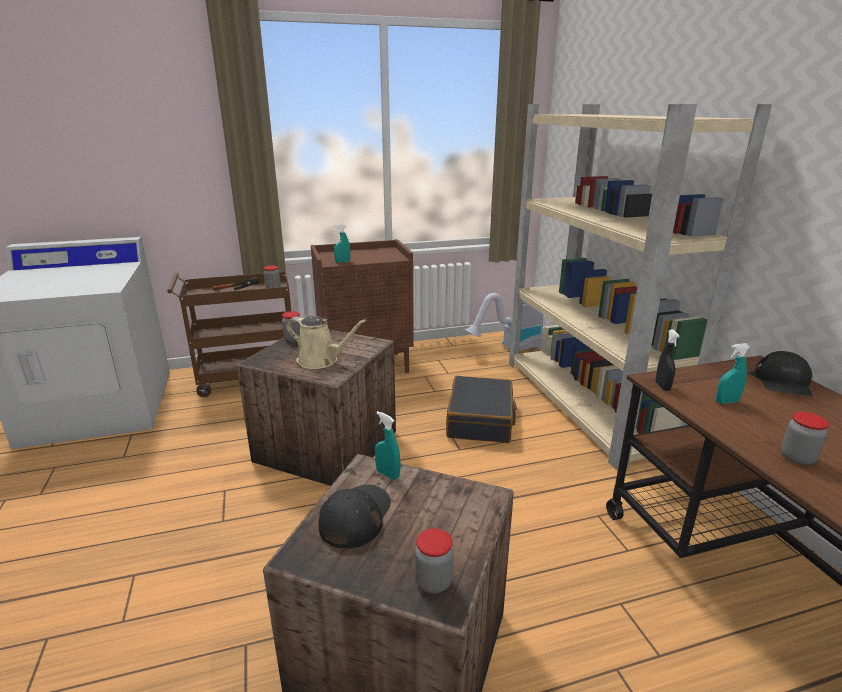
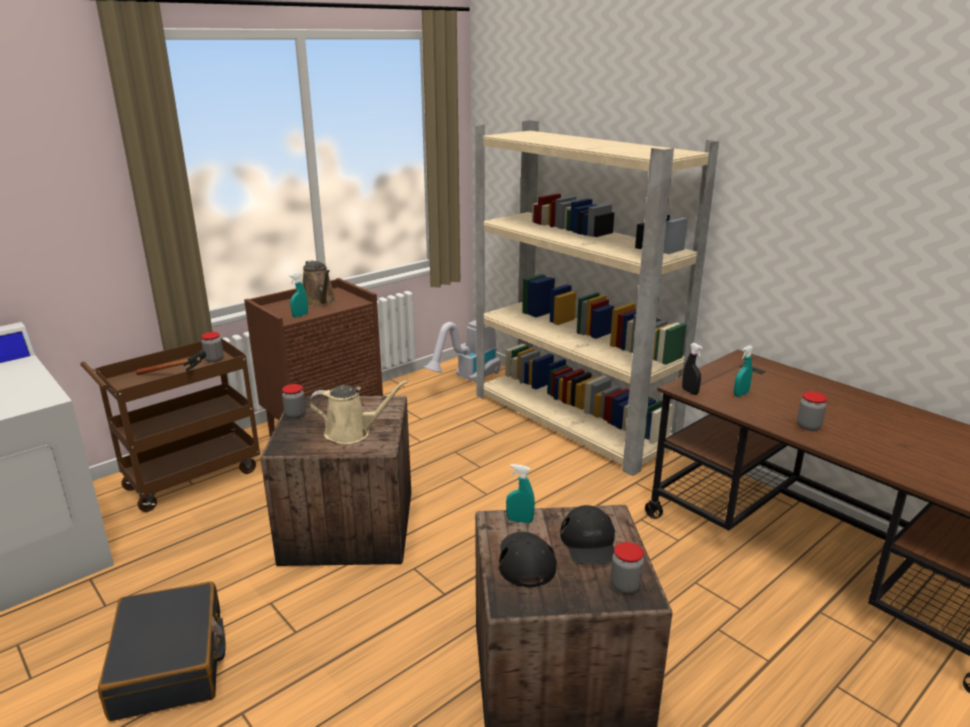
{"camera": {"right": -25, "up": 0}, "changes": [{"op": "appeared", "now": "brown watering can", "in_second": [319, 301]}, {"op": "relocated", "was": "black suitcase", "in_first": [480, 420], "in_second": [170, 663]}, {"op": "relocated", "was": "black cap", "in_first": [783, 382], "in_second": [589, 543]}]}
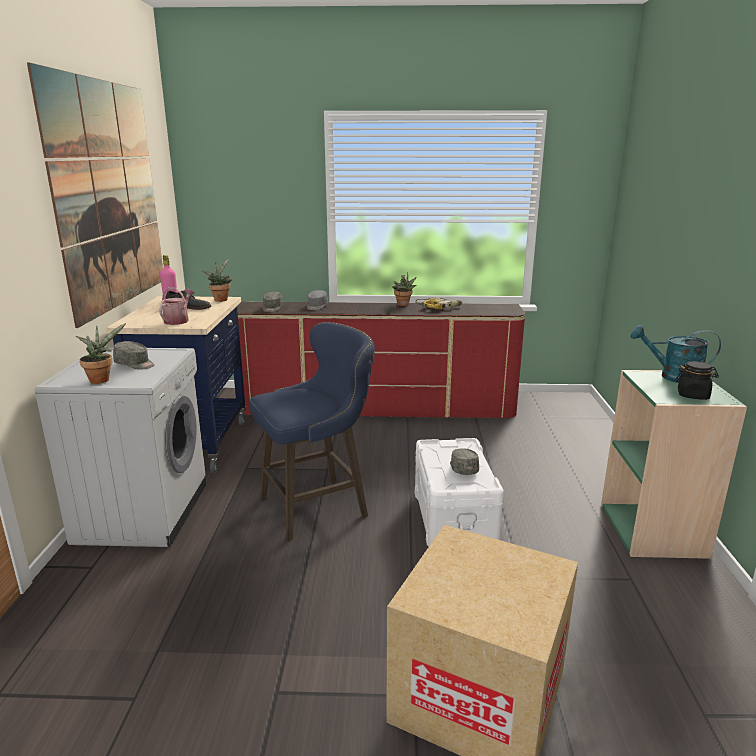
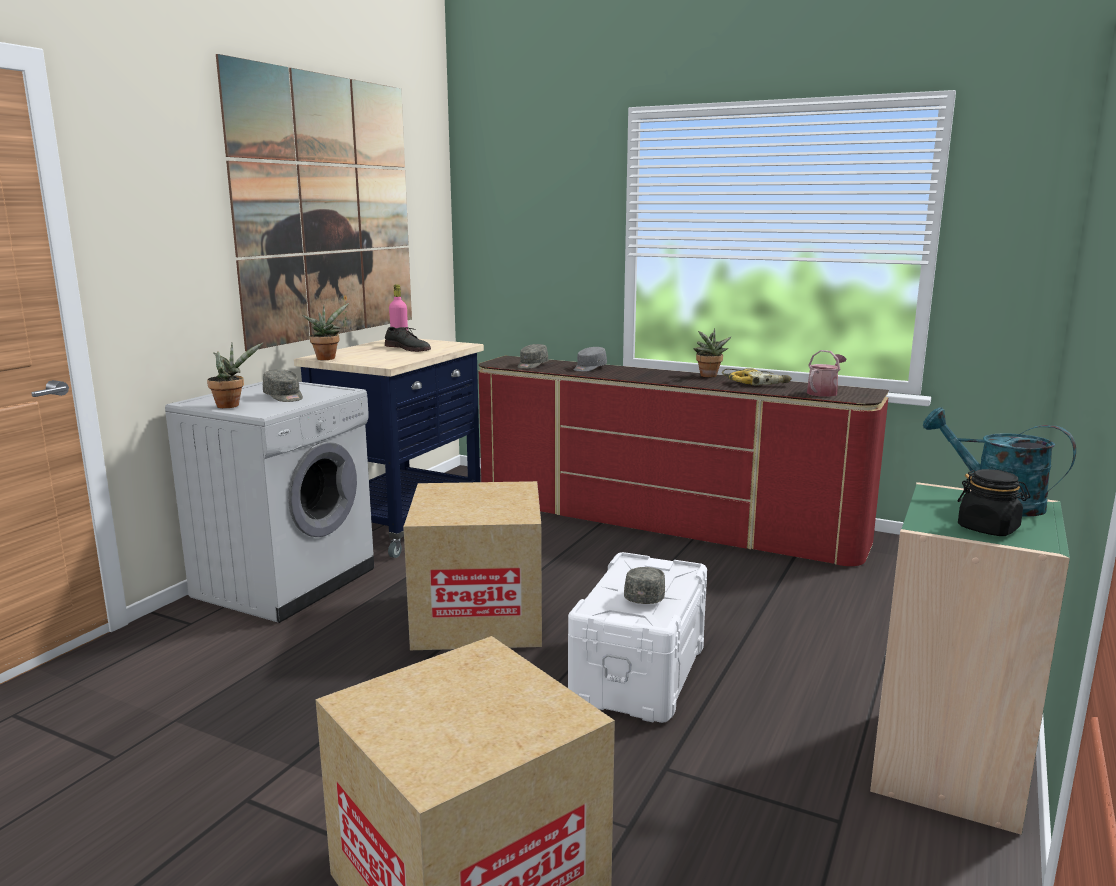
{"camera": {"right": 25, "up": -5}, "changes": [{"op": "relocated", "was": "watering can", "in_first": [178, 320], "in_second": [824, 392]}, {"op": "relocated", "was": "potted plant", "in_first": [221, 299], "in_second": [327, 358]}, {"op": "exchanged", "was": "blue stool", "now": "cardboard box", "in_first": [318, 505], "in_second": [478, 618]}]}
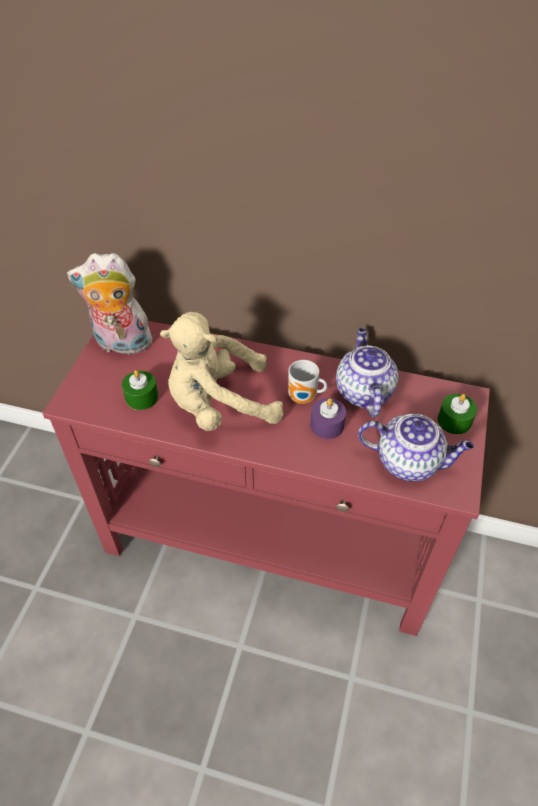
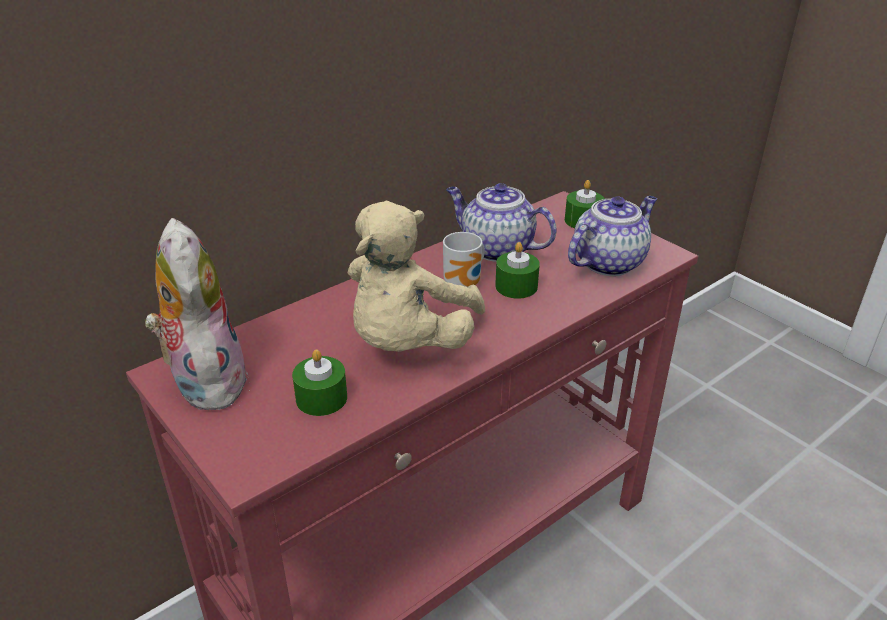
{"camera": {"right": -55, "up": -15}, "changes": [{"op": "colour", "was": "purple candle", "now": "green candle", "in_first": [327, 425], "in_second": [516, 286]}, {"op": "spun", "was": "plush toy", "in_first": [121, 344], "in_second": [205, 381], "clockwise": 120}]}
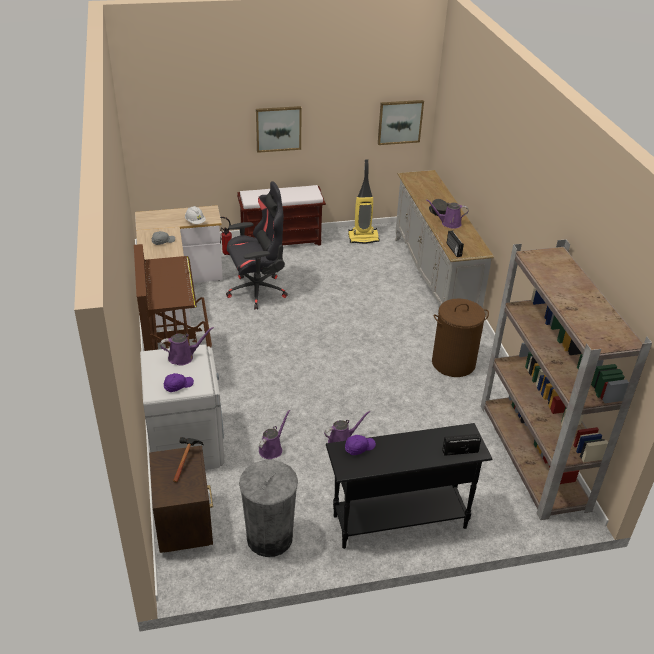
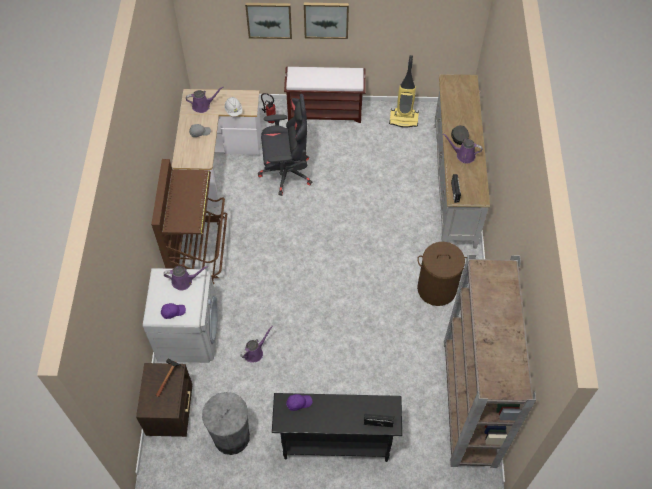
{"camera": {"right": 15, "up": 20}, "changes": [{"op": "relocated", "was": "purple watering can", "in_first": [342, 441], "in_second": [203, 106]}, {"op": "relocated", "was": "picture", "in_first": [400, 122], "in_second": [269, 20]}]}
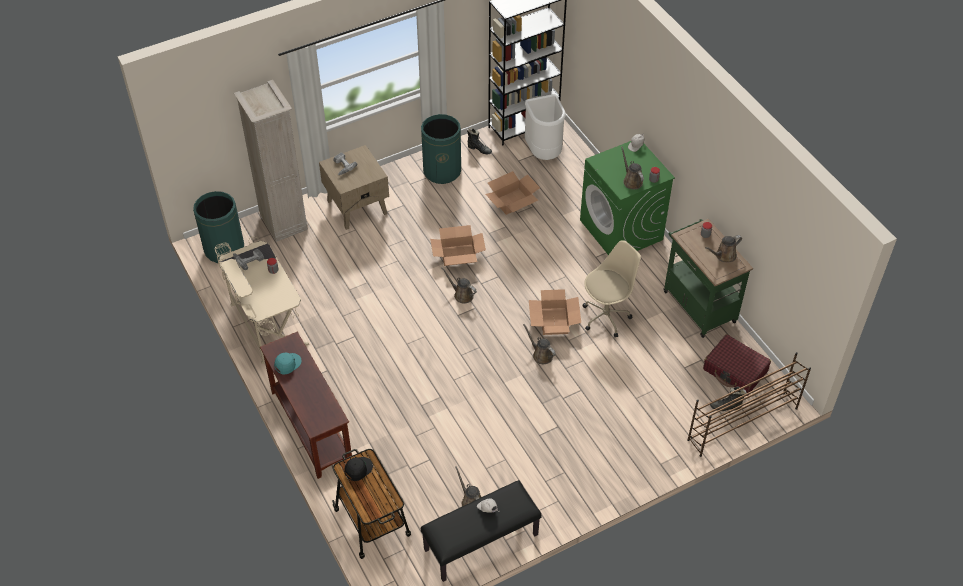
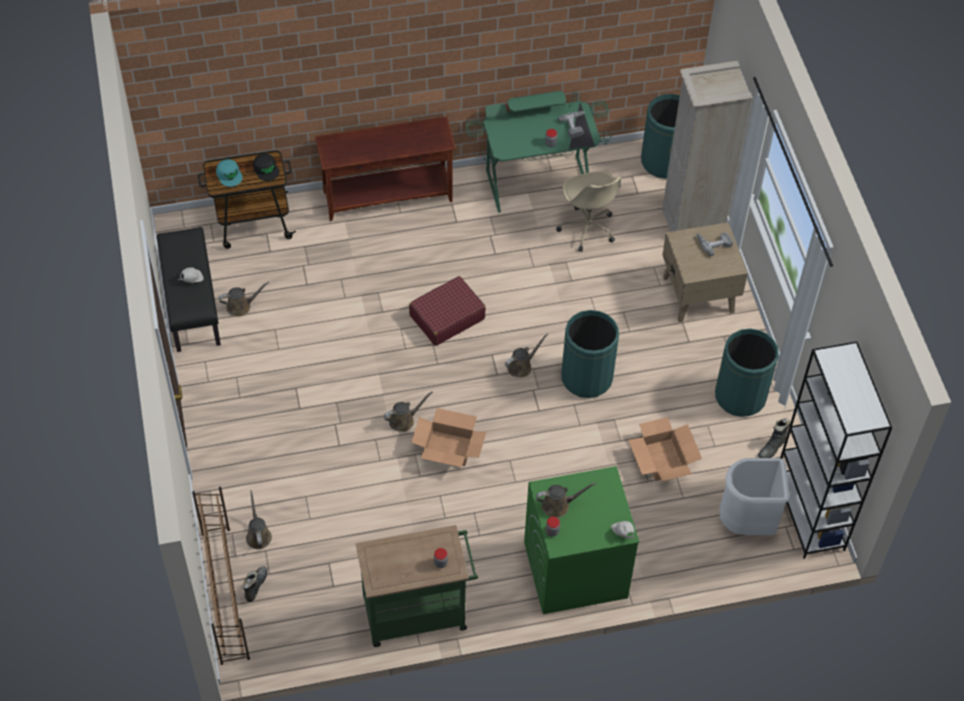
{"camera": {"right": 105, "up": 5}, "changes": [{"op": "relocated", "was": "turquoise cap", "in_first": [287, 364], "in_second": [229, 175]}, {"op": "relocated", "was": "beige office chair", "in_first": [606, 317], "in_second": [588, 230]}, {"op": "relocated", "was": "red suitcase", "in_first": [735, 371], "in_second": [446, 317]}, {"op": "relocated", "was": "brown watering can", "in_first": [724, 256], "in_second": [258, 535]}, {"op": "exchanged", "was": "cardboard box", "now": "green trash can", "in_first": [458, 255], "in_second": [587, 378]}, {"op": "colour", "was": "beige desk", "now": "green desk", "in_first": [266, 325], "in_second": [538, 181]}]}
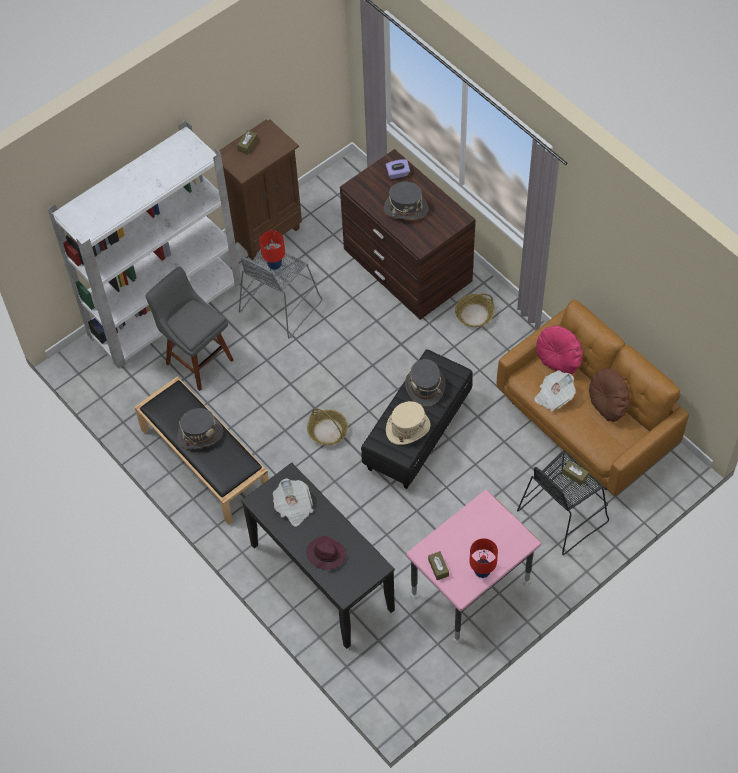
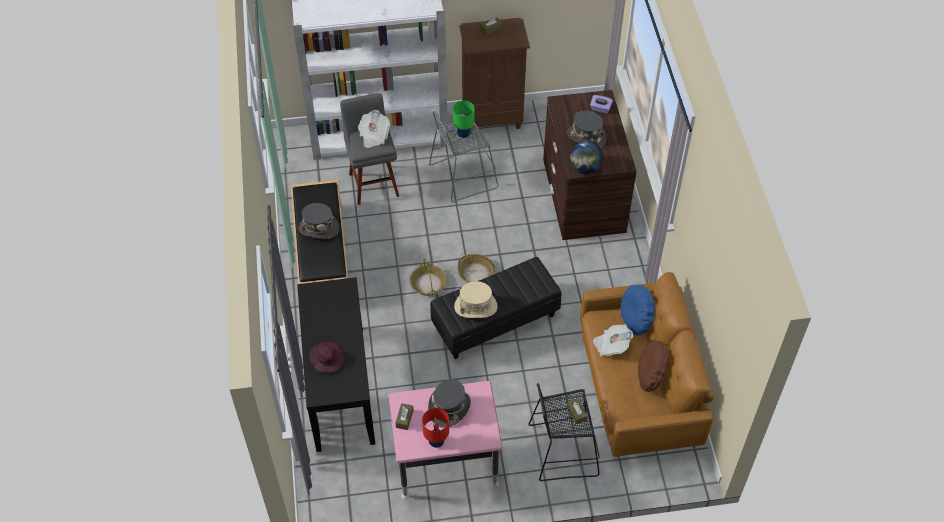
{"camera": {"right": 30, "up": -5}, "changes": [{"op": "appeared", "now": "globe", "in_second": [585, 168]}, {"op": "relocated", "was": "newspaper", "in_first": [293, 507], "in_second": [374, 136]}, {"op": "relocated", "was": "grey hat", "in_first": [425, 387], "in_second": [449, 408]}, {"op": "relocated", "was": "basket", "in_first": [474, 314], "in_second": [476, 273]}, {"op": "colour", "was": "red table lamp", "now": "green table lamp", "in_first": [275, 265], "in_second": [464, 134]}, {"op": "colour", "was": "pink pillow", "now": "blue pillow", "in_first": [558, 362], "in_second": [635, 321]}]}
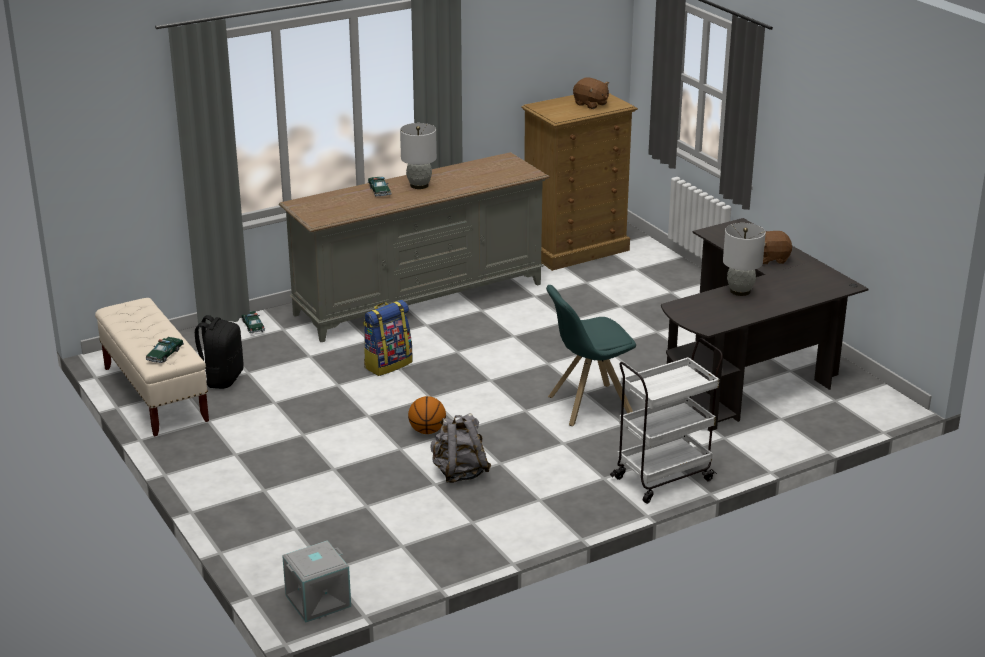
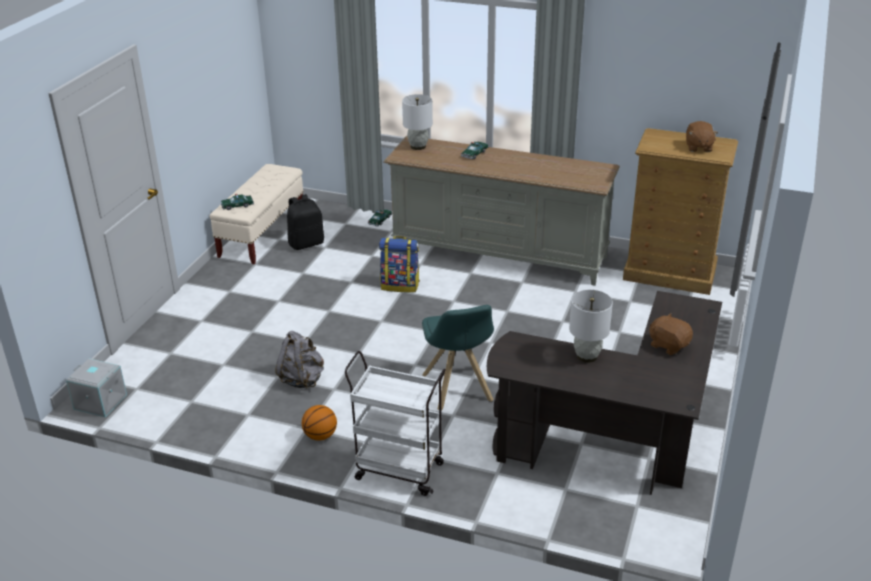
{"camera": {"right": 50, "up": 5}, "changes": [{"op": "relocated", "was": "white table lamp", "in_first": [419, 185], "in_second": [418, 146]}, {"op": "relocated", "was": "basketball", "in_first": [427, 431], "in_second": [320, 436]}, {"op": "spun", "was": "turquoise chair", "in_first": [589, 405], "in_second": [458, 388], "clockwise": -135}]}
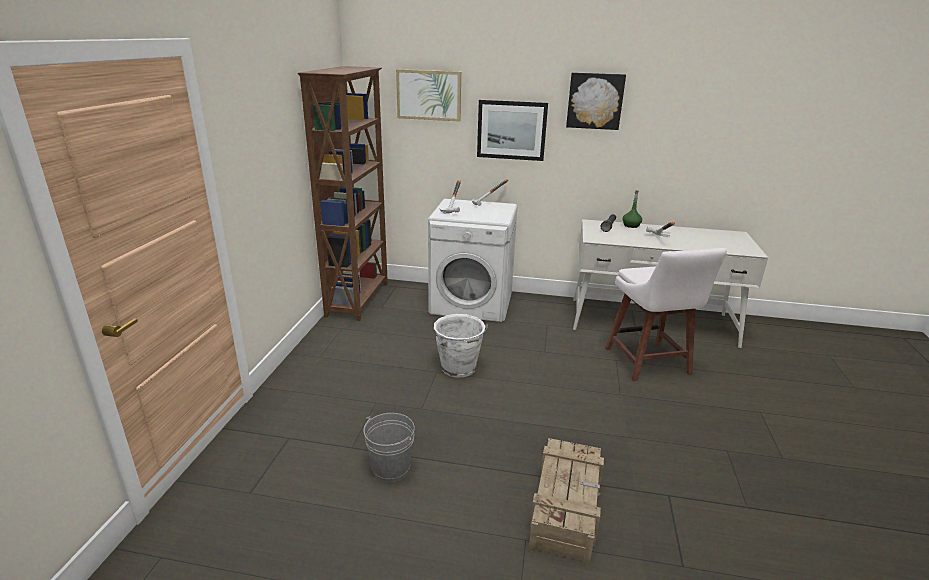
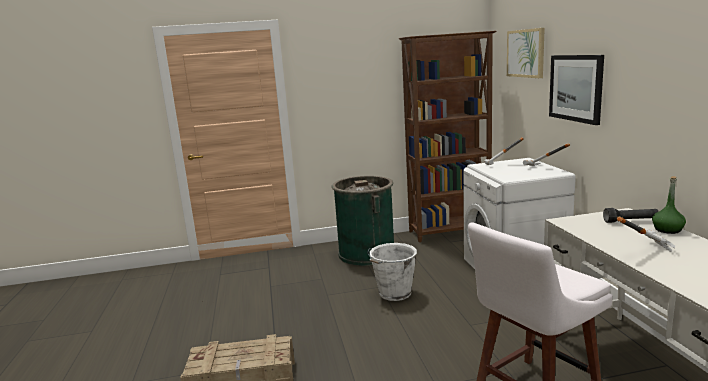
{"camera": {"right": 70, "up": -10}, "changes": [{"op": "missing", "was": "grey bucket", "in_first": [391, 468]}, {"op": "missing", "was": "picture", "in_first": [595, 101]}, {"op": "appeared", "now": "green trash can", "in_second": [366, 253]}]}
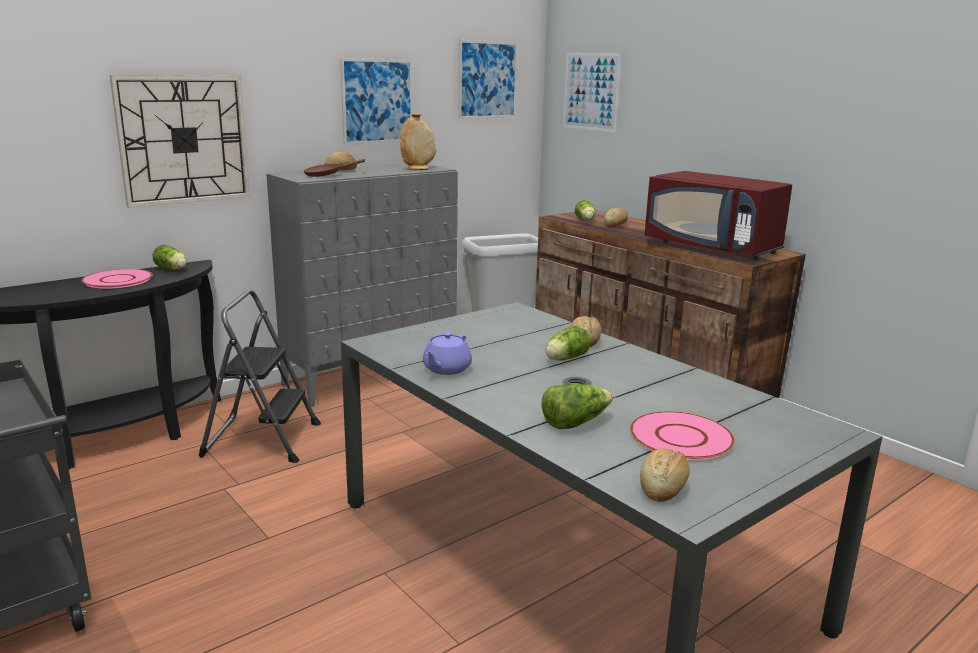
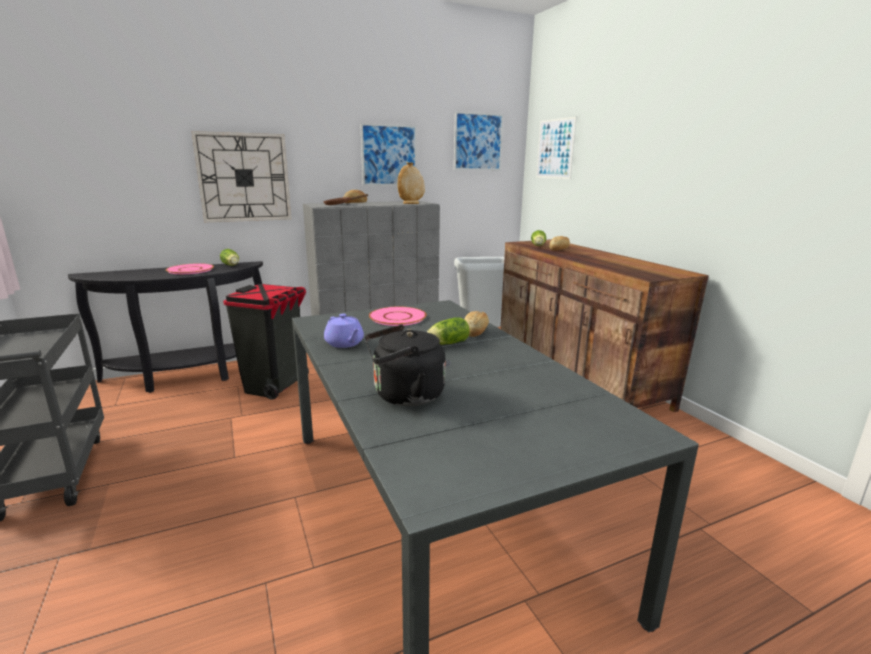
{"camera": {"right": 15, "up": 0}, "changes": [{"op": "missing", "was": "bread", "in_first": [663, 487]}, {"op": "missing", "was": "red microwave", "in_first": [713, 248]}, {"op": "relocated", "was": "pink plate", "in_first": [680, 438], "in_second": [397, 317]}, {"op": "exchanged", "was": "black step ladder", "now": "black trash can", "in_first": [257, 438], "in_second": [275, 385]}, {"op": "exchanged", "was": "lettuce", "now": "black kettle", "in_first": [575, 422], "in_second": [404, 396]}, {"op": "spun", "was": "purple teapot", "in_first": [446, 369], "in_second": [344, 343], "clockwise": -75}]}
